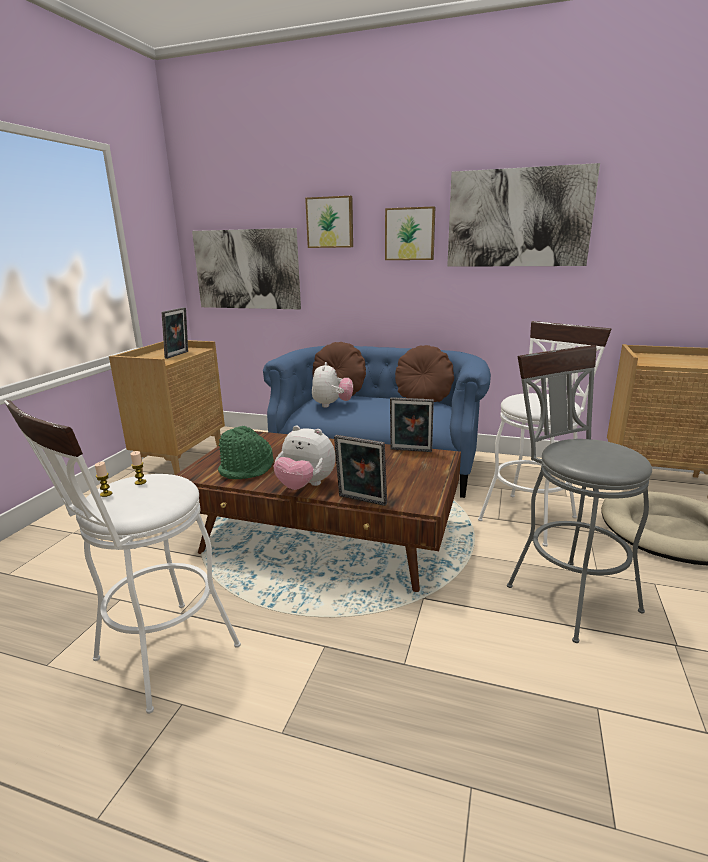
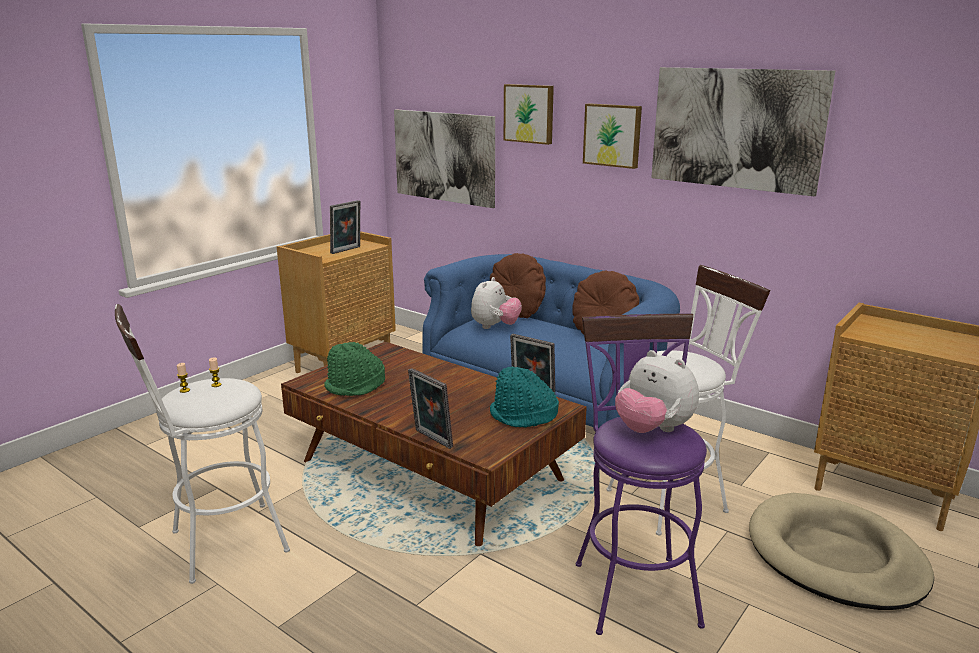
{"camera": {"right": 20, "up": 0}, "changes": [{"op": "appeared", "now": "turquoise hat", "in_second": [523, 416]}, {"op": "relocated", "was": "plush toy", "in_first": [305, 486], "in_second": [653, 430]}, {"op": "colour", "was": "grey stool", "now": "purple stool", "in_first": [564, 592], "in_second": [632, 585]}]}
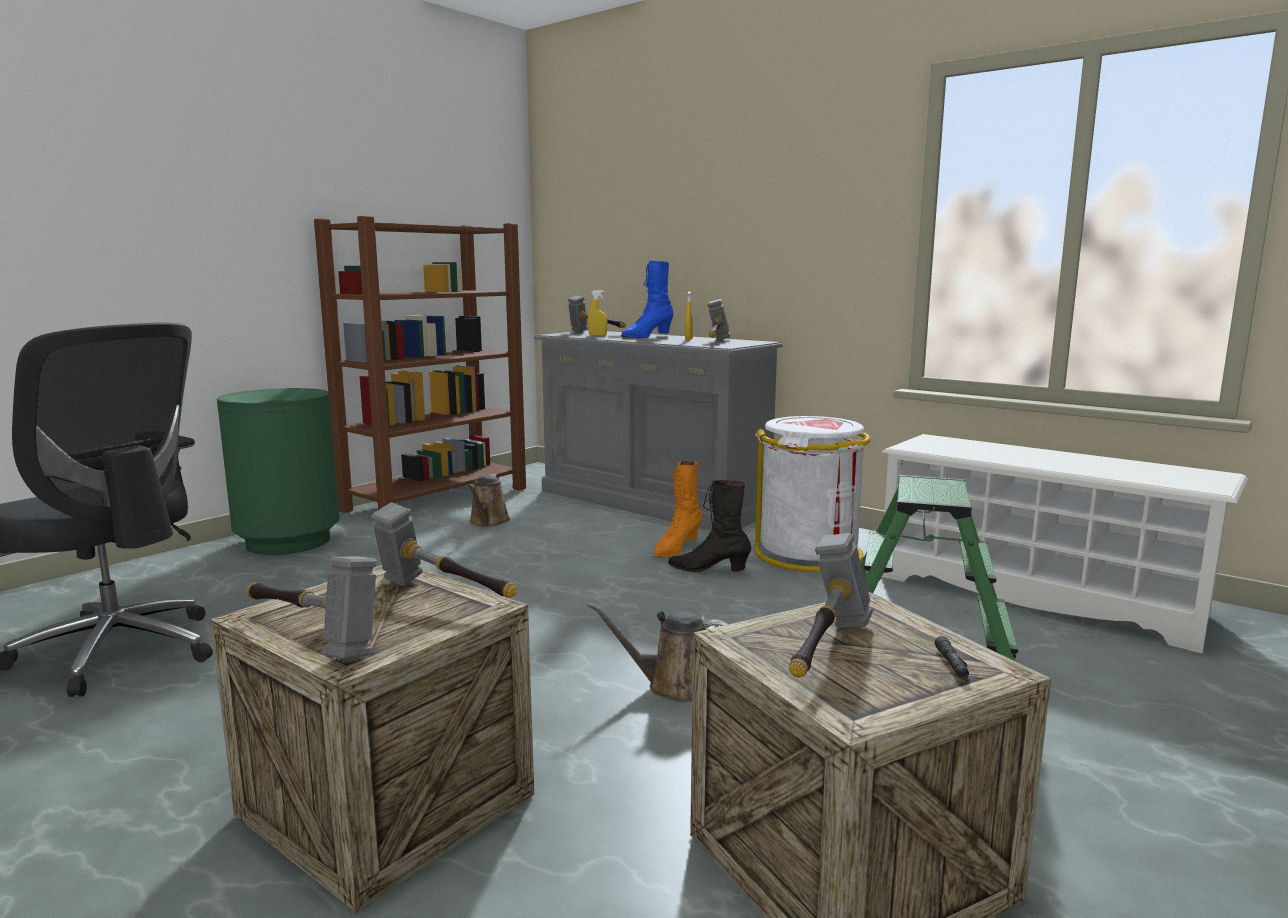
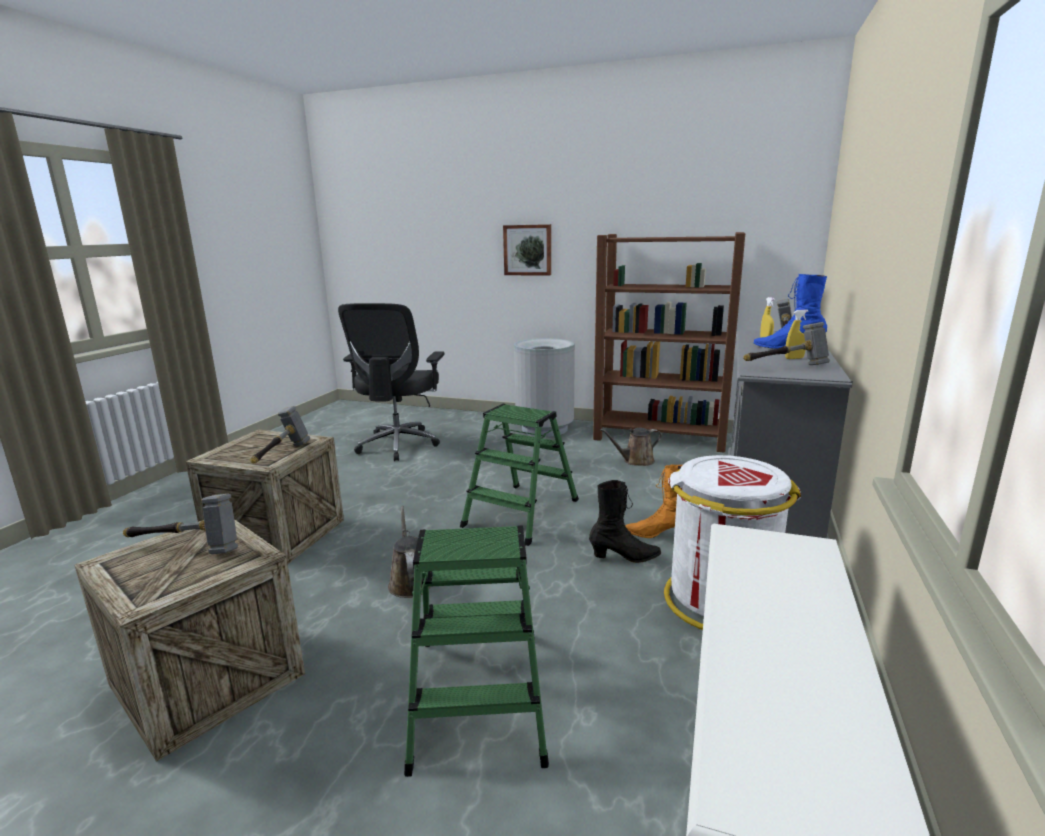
{"camera": {"right": 70, "up": 5}, "changes": [{"op": "missing", "was": "hammer", "in_first": [311, 637]}, {"op": "missing", "was": "black flashlight", "in_first": [951, 663]}, {"op": "appeared", "now": "green step ladder", "in_second": [522, 512]}, {"op": "appeared", "now": "picture", "in_second": [528, 250]}, {"op": "colour", "was": "green trash can", "now": "grey trash can", "in_first": [288, 541], "in_second": [545, 429]}, {"op": "spun", "was": "black boot", "in_first": [708, 570], "in_second": [625, 557], "clockwise": 90}]}
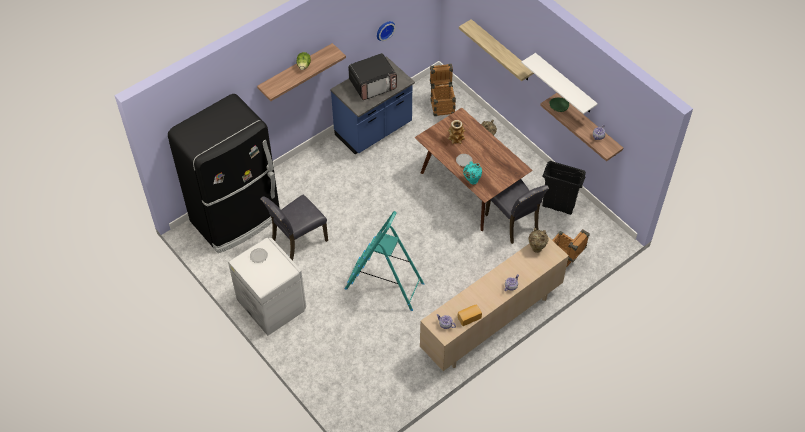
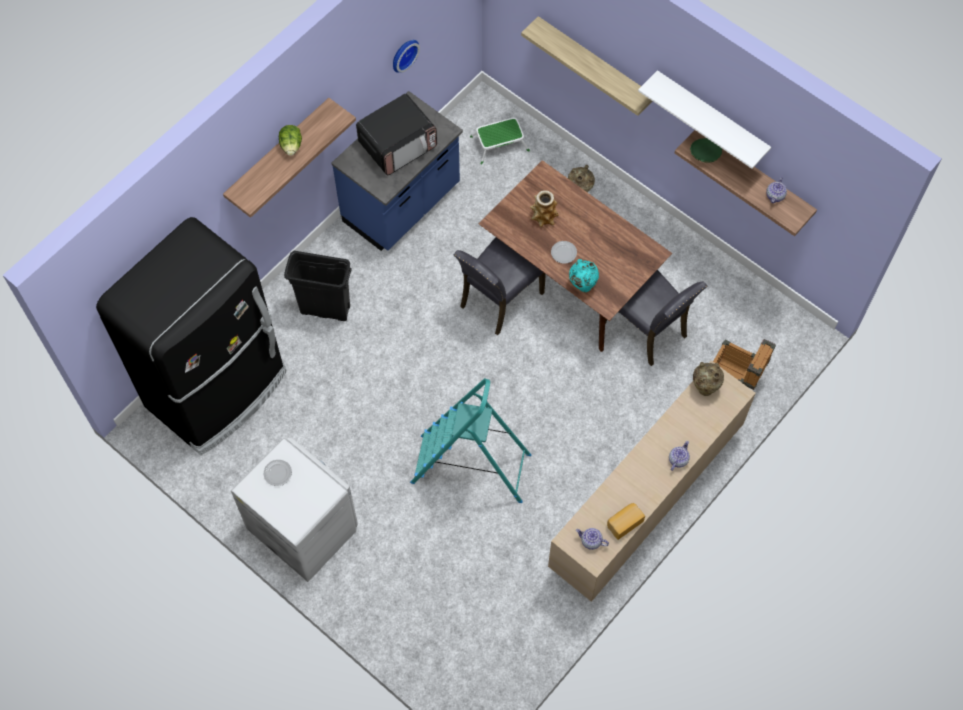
{"camera": {"right": -10, "up": 10}, "changes": [{"op": "relocated", "was": "grey chair", "in_first": [297, 240], "in_second": [499, 300]}, {"op": "relocated", "was": "black trash can", "in_first": [558, 206], "in_second": [325, 309]}, {"op": "exchanged", "was": "crate", "now": "green step ladder", "in_first": [442, 104], "in_second": [499, 144]}]}
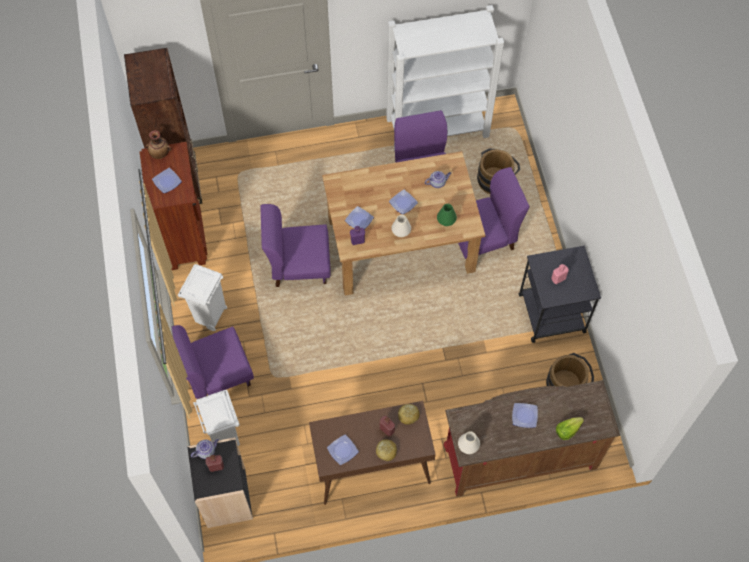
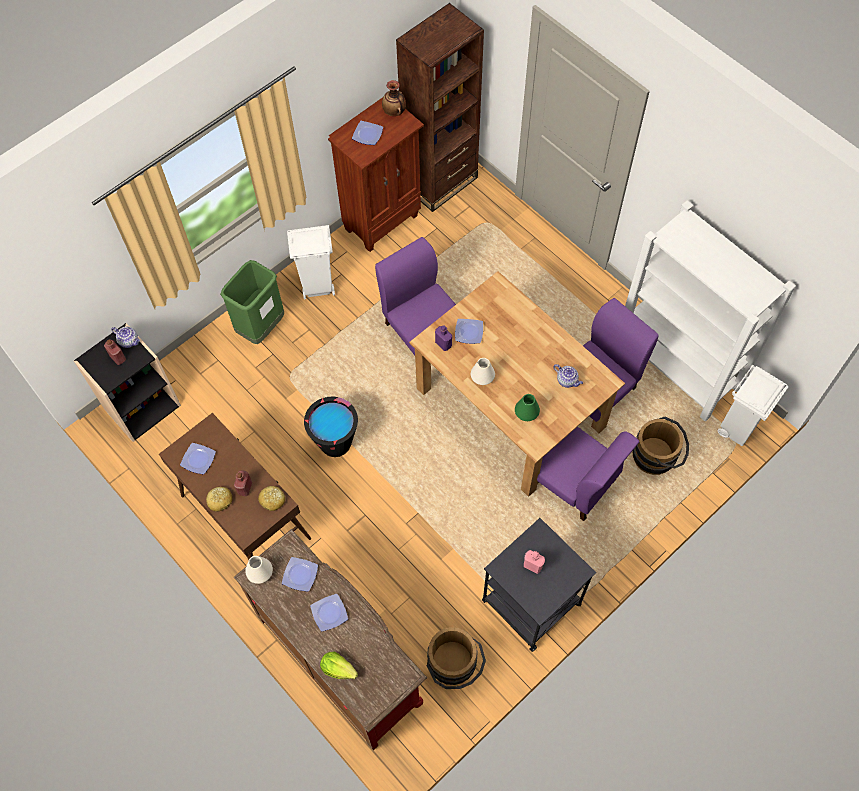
{"camera": {"right": 60, "up": 0}, "changes": [{"op": "appeared", "now": "black bucket", "in_second": [335, 442]}, {"op": "relocated", "was": "white trash can", "in_first": [224, 438], "in_second": [737, 428]}, {"op": "relocated", "was": "plate", "in_first": [403, 203], "in_second": [299, 575]}, {"op": "exchanged", "was": "purple chair", "now": "green trash can", "in_first": [216, 374], "in_second": [261, 327]}]}
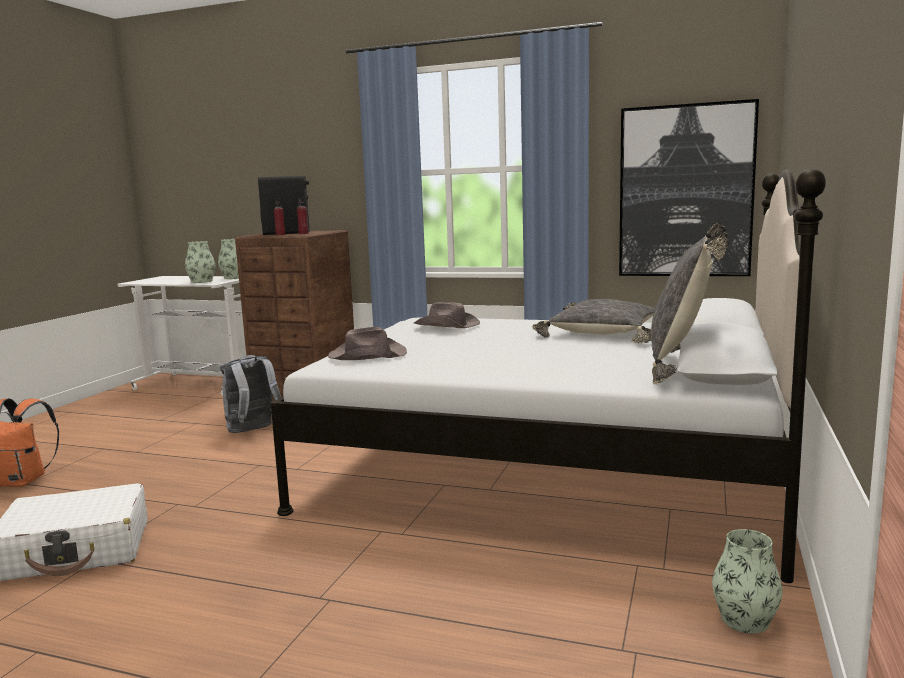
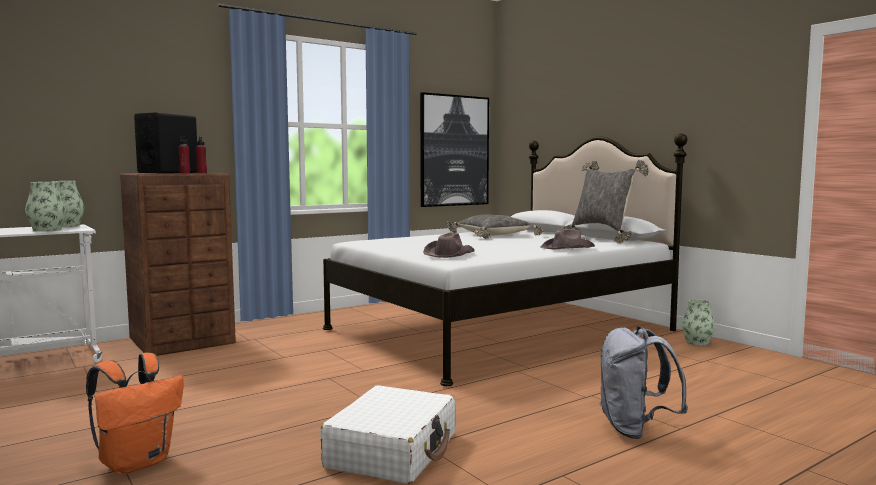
{"camera": {"right": -55, "up": -5}, "changes": [{"op": "relocated", "was": "grey backpack", "in_first": [253, 431], "in_second": [635, 430]}, {"op": "relocated", "was": "brown hat", "in_first": [447, 325], "in_second": [568, 248]}]}
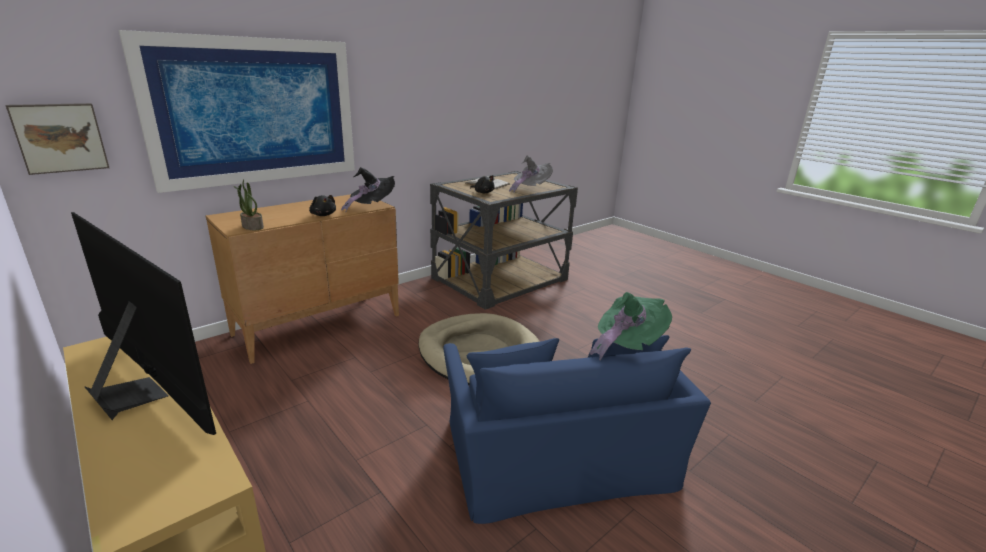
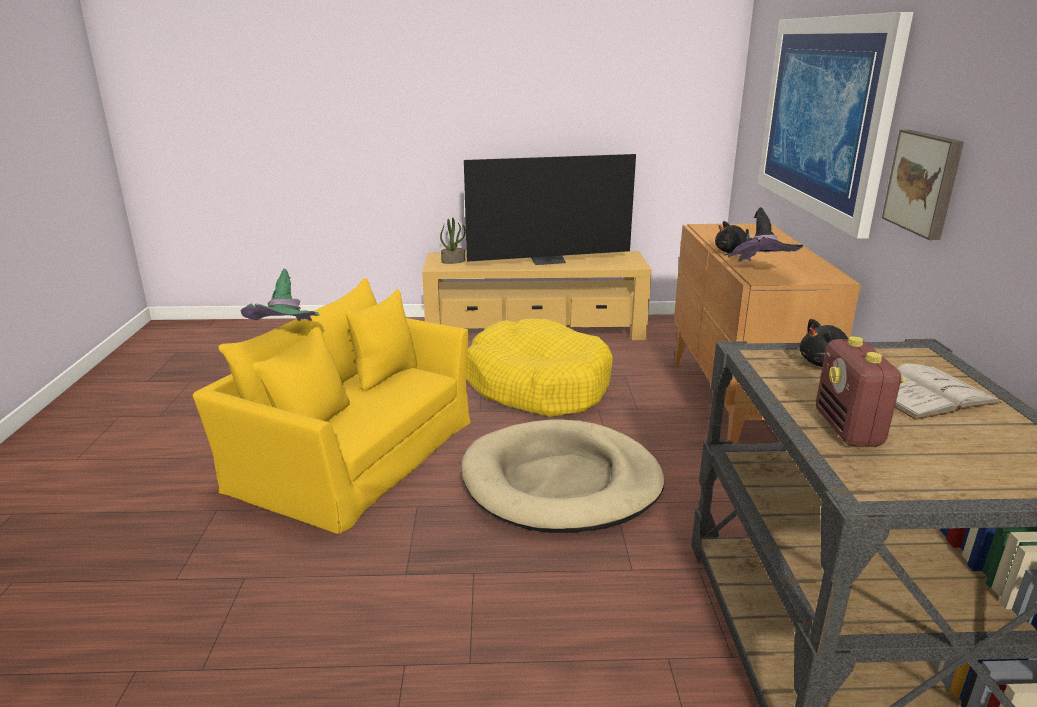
{"camera": {"right": 130, "up": 0}, "changes": [{"op": "appeared", "now": "yellow dog bed", "in_second": [537, 385]}, {"op": "relocated", "was": "picture", "in_first": [60, 137], "in_second": [925, 183]}, {"op": "relocated", "was": "potted plant", "in_first": [252, 227], "in_second": [453, 261]}, {"op": "exchanged", "was": "grey hat", "now": "radio", "in_first": [530, 189], "in_second": [848, 429]}, {"op": "colour", "was": "blue armchair", "now": "yellow armchair", "in_first": [557, 452], "in_second": [354, 453]}]}
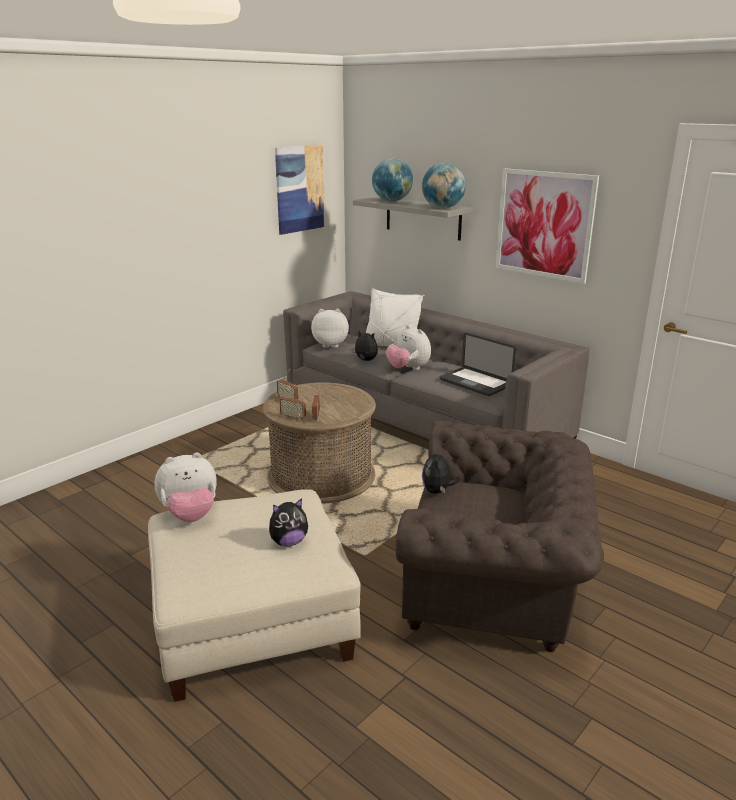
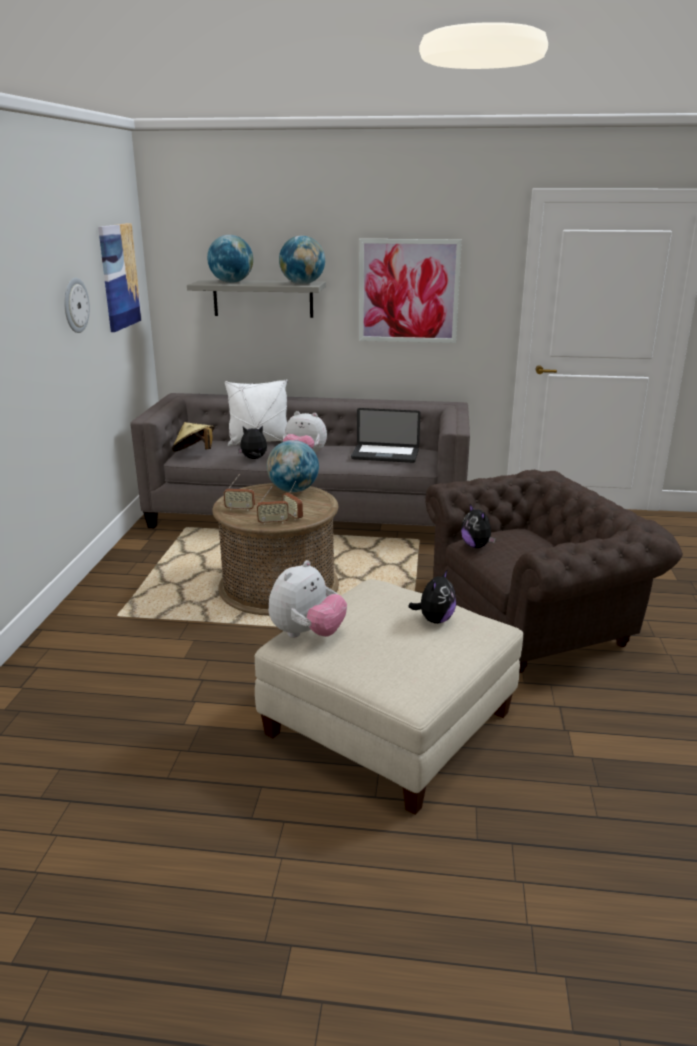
{"camera": {"right": -35, "up": 0}, "changes": [{"op": "appeared", "now": "wall clock", "in_second": [75, 305]}, {"op": "appeared", "now": "globe", "in_second": [293, 490]}, {"op": "exchanged", "was": "plush toy", "now": "beige hat", "in_first": [330, 345], "in_second": [194, 452]}]}
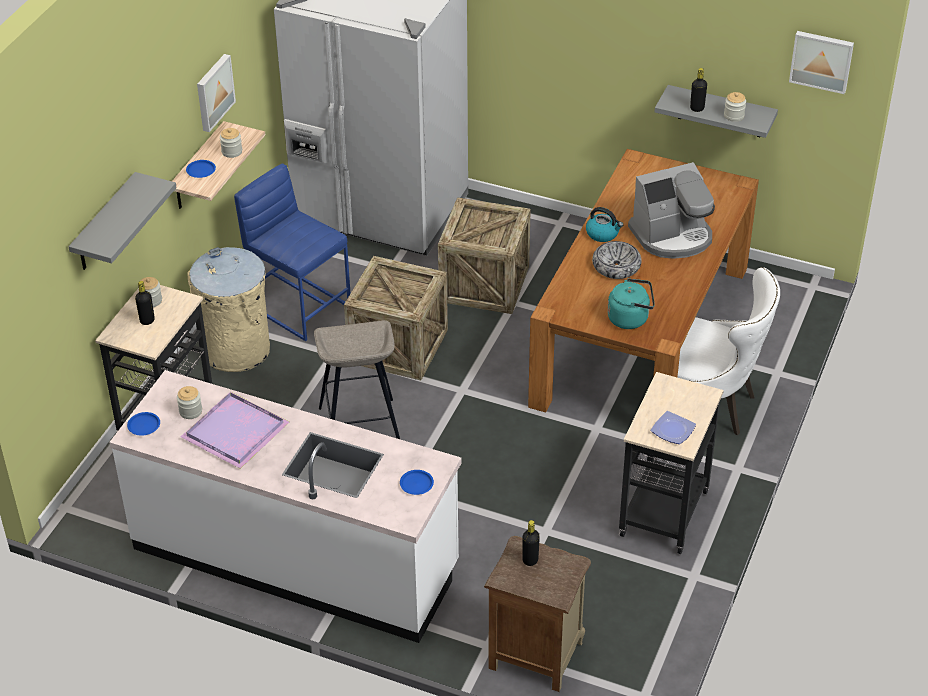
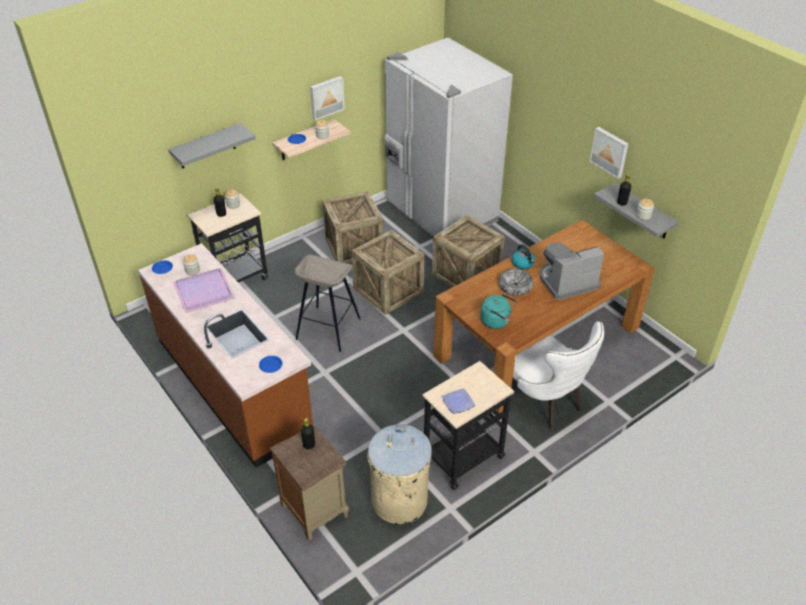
{"camera": {"right": 30, "up": 0}, "changes": [{"op": "relocated", "was": "beige trash can", "in_first": [235, 350], "in_second": [399, 500]}, {"op": "relocated", "was": "picture", "in_first": [821, 60], "in_second": [610, 151]}, {"op": "exchanged", "was": "blue stool", "now": "crate", "in_first": [299, 305], "in_second": [354, 247]}, {"op": "colour", "was": "white counter", "now": "brown counter", "in_first": [296, 557], "in_second": [234, 385]}, {"op": "spun", "was": "coffee machine", "in_first": [672, 236], "in_second": [567, 282], "clockwise": 150}]}
